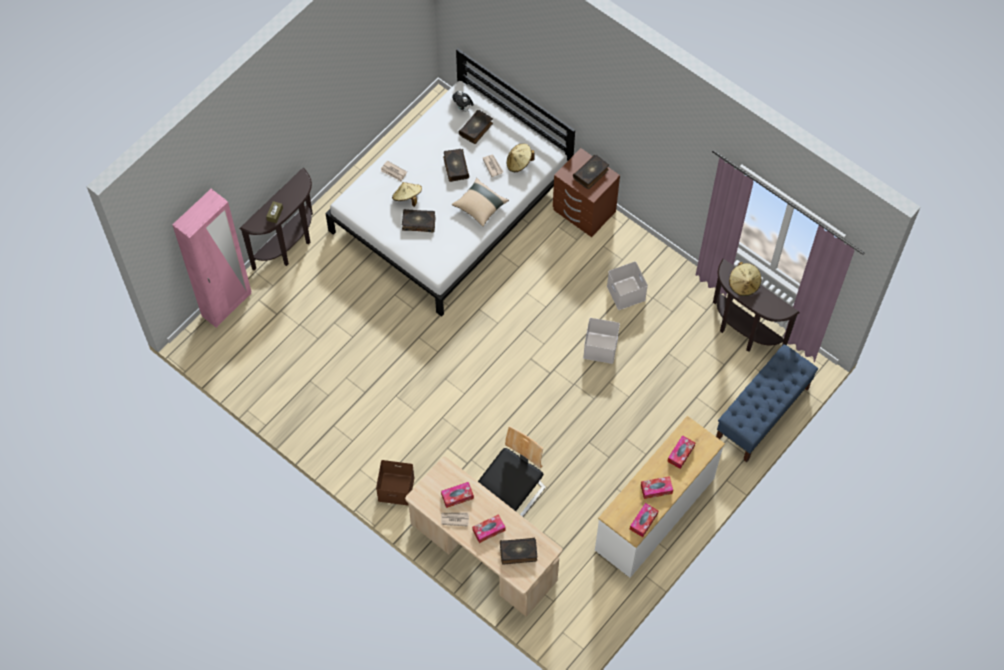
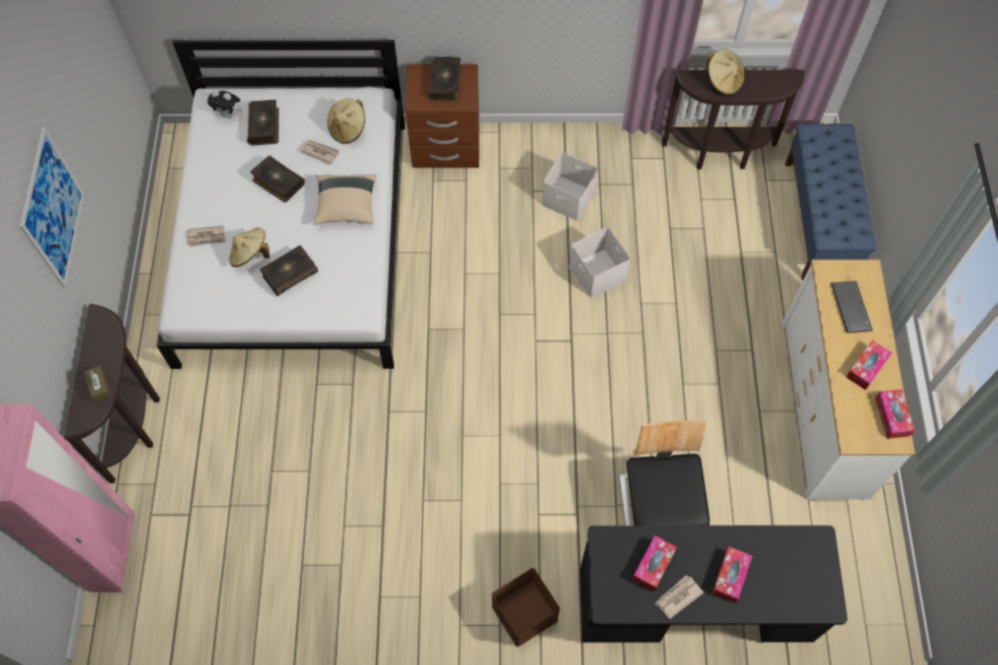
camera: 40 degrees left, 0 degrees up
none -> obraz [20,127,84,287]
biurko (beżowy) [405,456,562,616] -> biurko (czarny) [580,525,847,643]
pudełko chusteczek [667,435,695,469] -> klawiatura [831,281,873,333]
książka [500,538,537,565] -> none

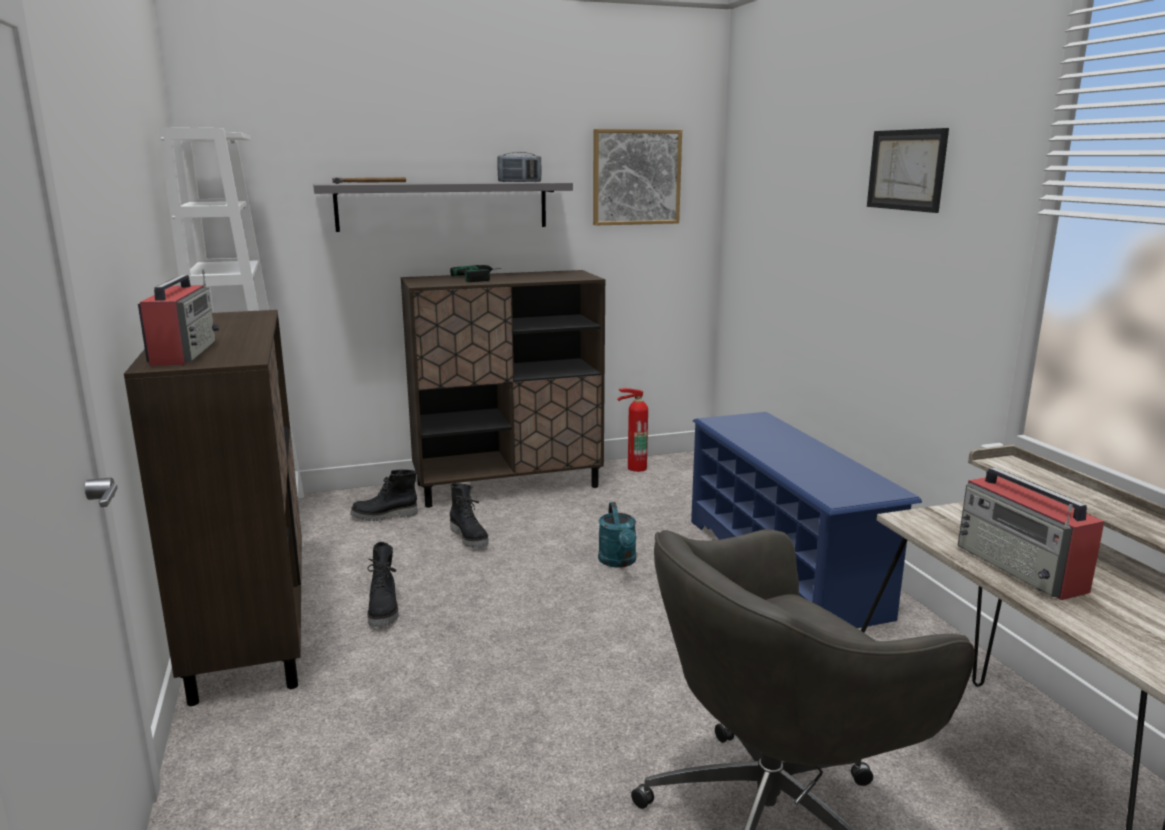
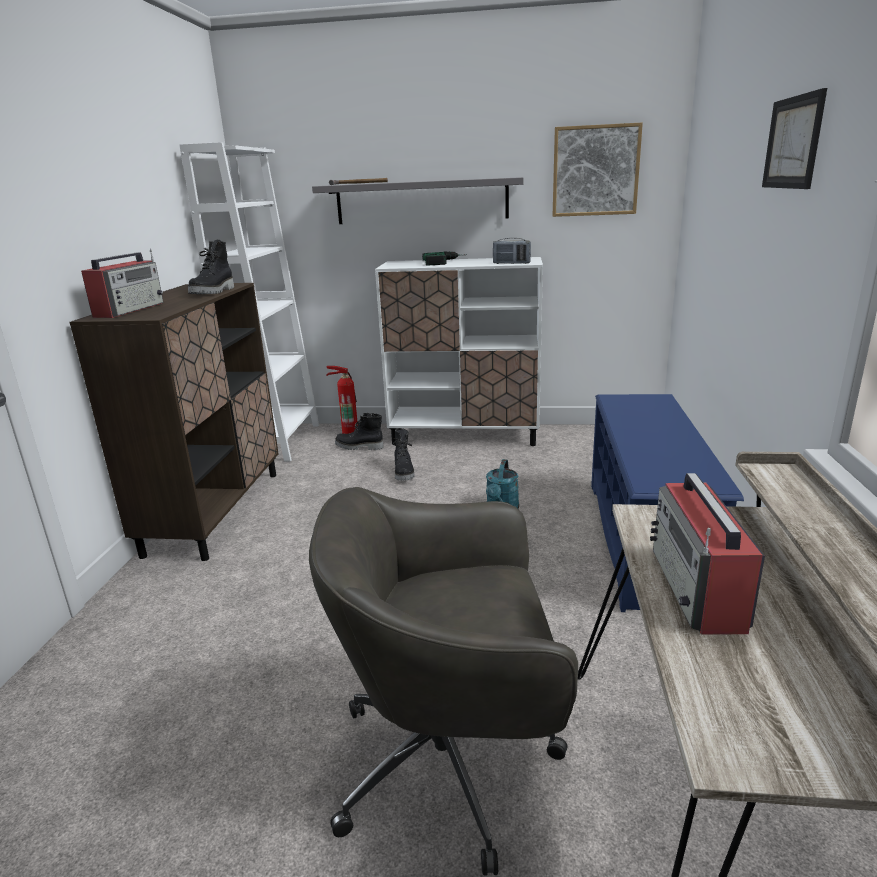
camera: 25 degrees right, 5 degrees up
but z cholewką (czarny) [367,542,399,627] -> but z cholewką (czarny) [188,240,234,294], move
gaśnica [617,388,648,472] -> gaśnica [326,366,357,434], move
szafka (brązowy) [401,270,606,508] -> szafka (biały) [375,257,543,446]
radio [498,152,541,182] -> radio [493,238,531,264], move

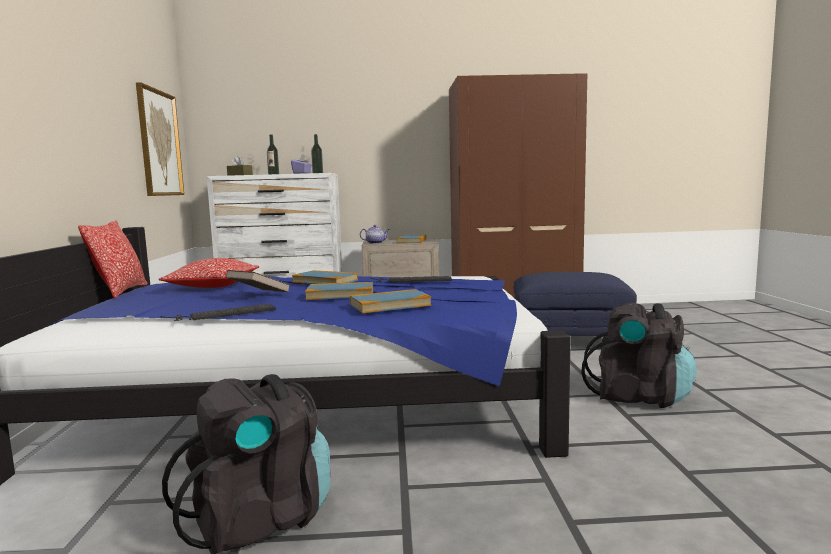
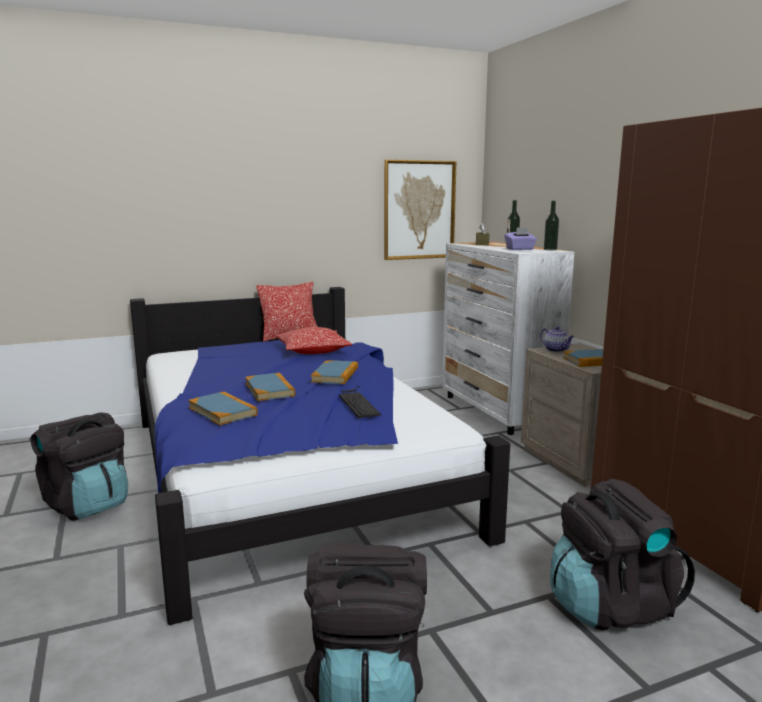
camera: 70 degrees right, 5 degrees up
pufa (niebieski) [513,272,637,336] -> plecak (czarny) [550,479,695,631]
klawiatura [160,304,276,321] -> none
książka (brązowy) [226,270,290,292] -> none

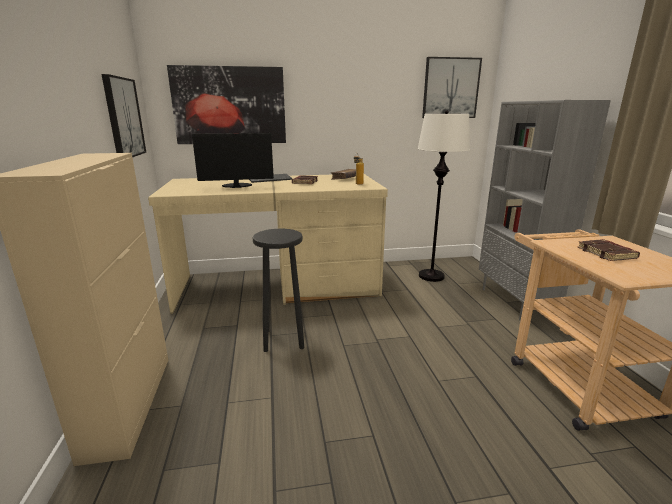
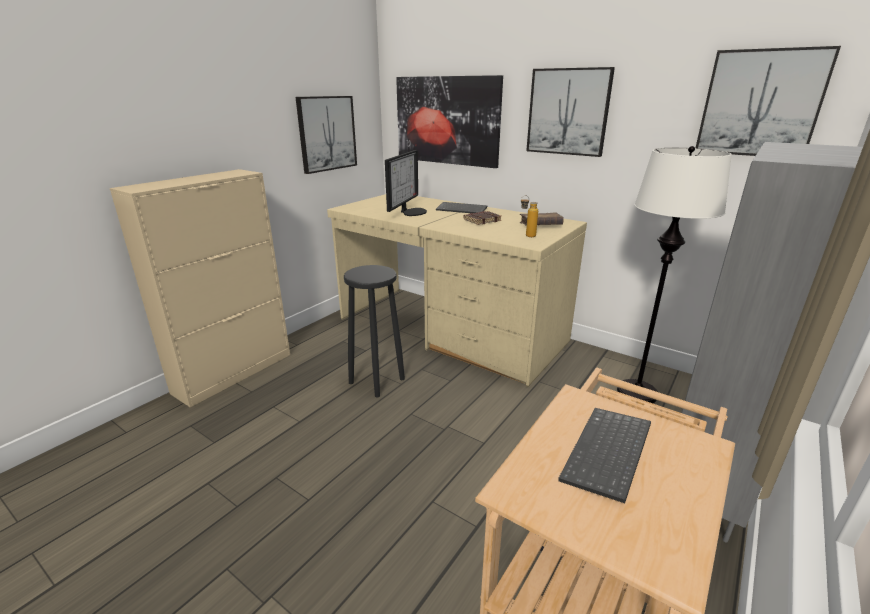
camera: 45 degrees right, 5 degrees up
monitor [192,133,274,188] -> monitor [385,150,427,216], 75 degrees clockwise
none -> obraz [526,67,615,157]
książka (brązowy) [578,239,640,261] -> klawiatura [558,408,651,503]

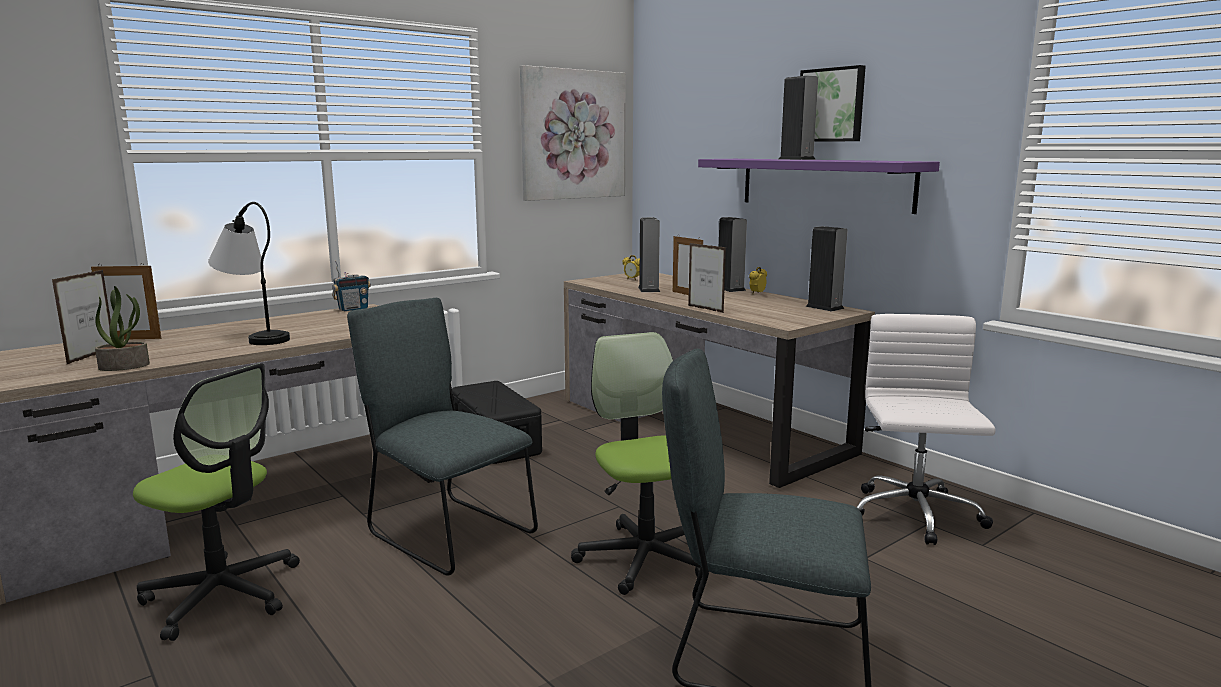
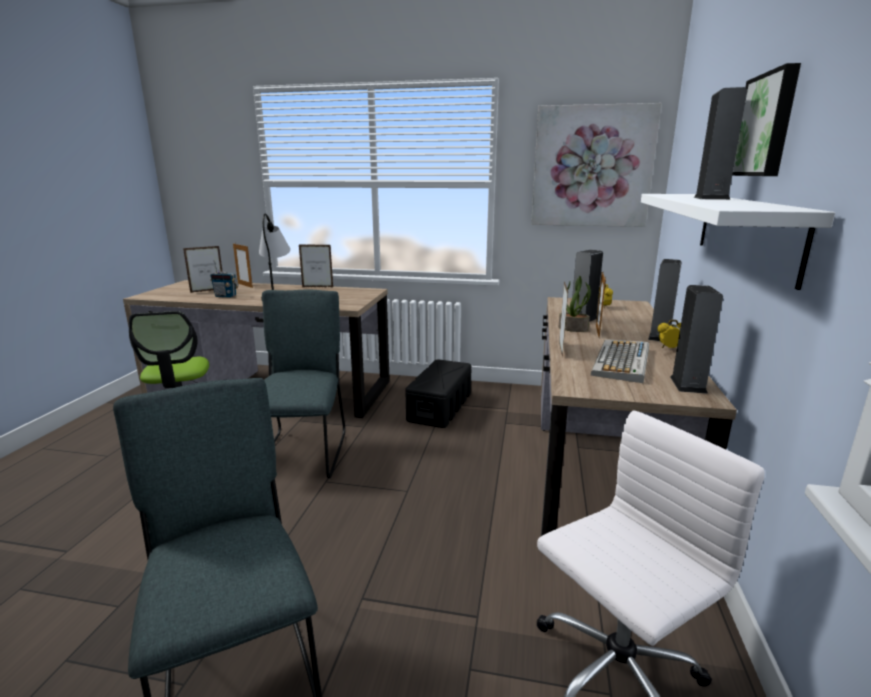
camera: 50 degrees right, 5 degrees up
radio [332,260,371,311] -> radio [210,260,239,298], move
none -> ramka na zdjęcie [299,245,333,287]
roślina doniczkowa [95,286,150,371] -> roślina doniczkowa [558,276,591,332], move
none -> klawiatura [591,339,649,383]
półka (fioletowy) [698,159,940,214] -> półka (biały) [641,194,835,290]
krzesło biurowe [571,332,709,595] -> none

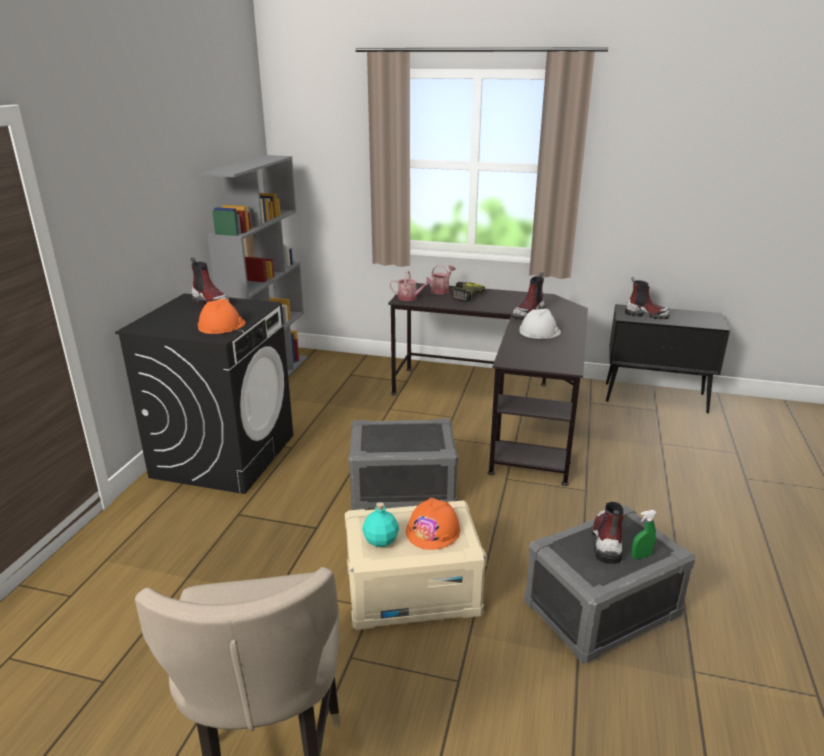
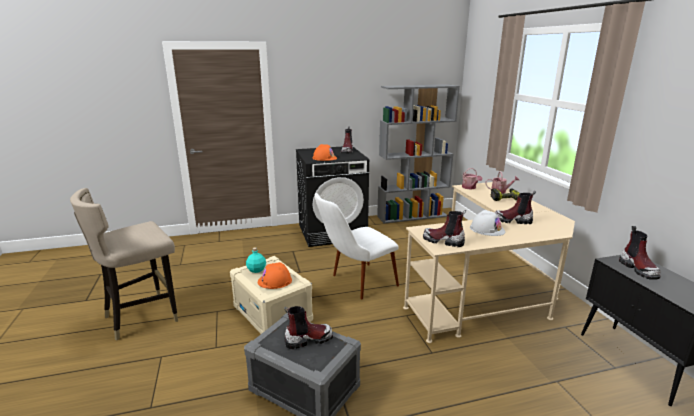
camera: 60 degrees right, 5 degrees down
pojemnik do przechowywania (szary) [349,419,458,510] -> krzesło (biały) [315,193,399,300]
biurko (czarny) [388,283,588,486] -> biurko (beżowy) [403,182,575,343]
none -> but z cholewką [423,210,467,247]
spryskiwacz (zielony) [631,510,657,559] -> none

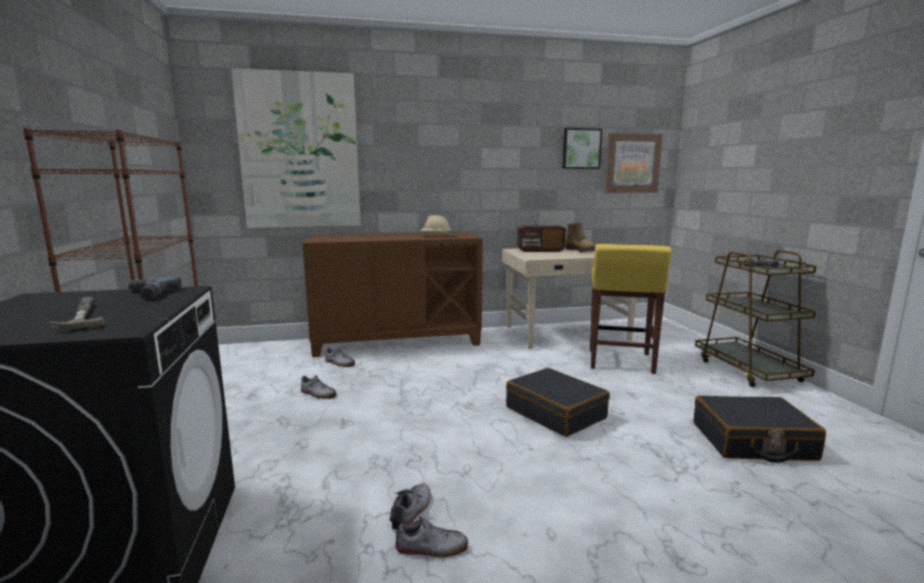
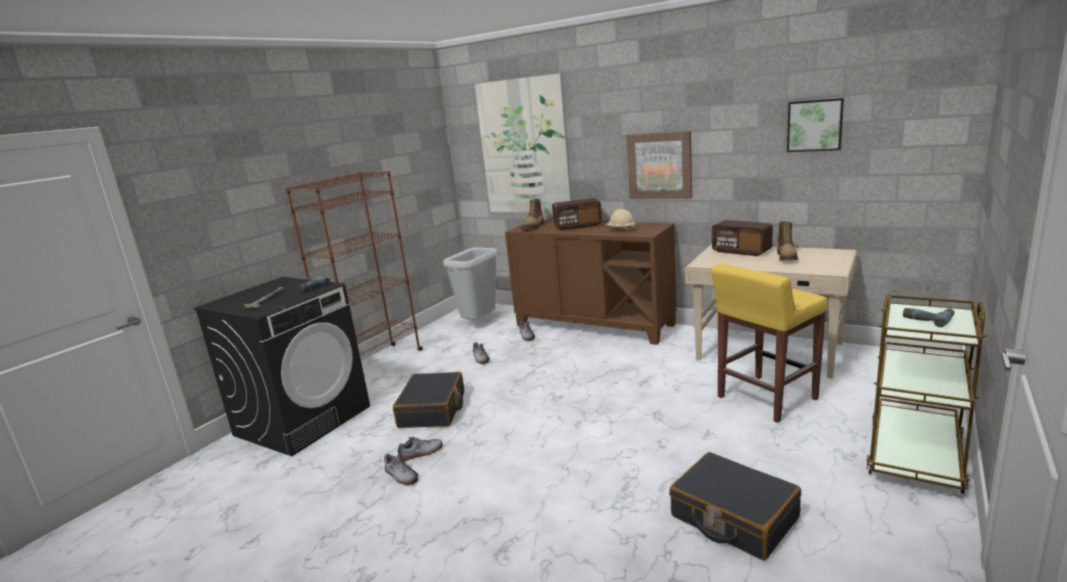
camera: 45 degrees right, 5 degrees up
walizka (czarny) [506,368,610,437] -> walizka (czarny) [393,372,464,428], move
none -> kosz na śmieci (szary) [443,247,498,320]
none -> but z cholewką [521,199,544,229]
none -> radio [552,198,602,230]
obraz [604,133,663,193] -> obraz [627,131,692,199], move

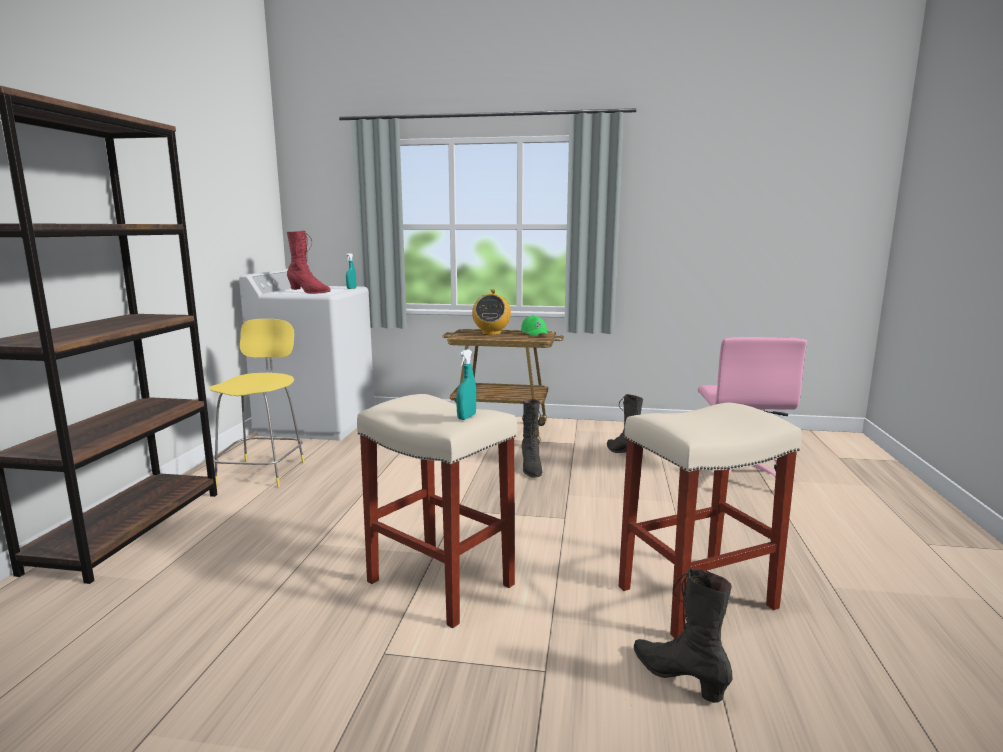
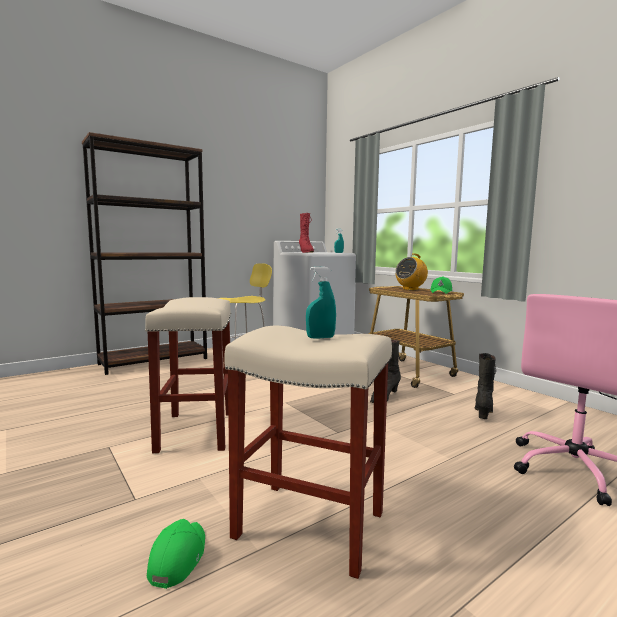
camera: 45 degrees right, 5 degrees down
but z cholewką (czarny) [634,568,732,703] -> czapka z daszkiem (zielony) [147,519,205,589]
spryskiwacz (turkusowy) [456,349,476,420] -> spryskiwacz (turkusowy) [306,267,336,339], move

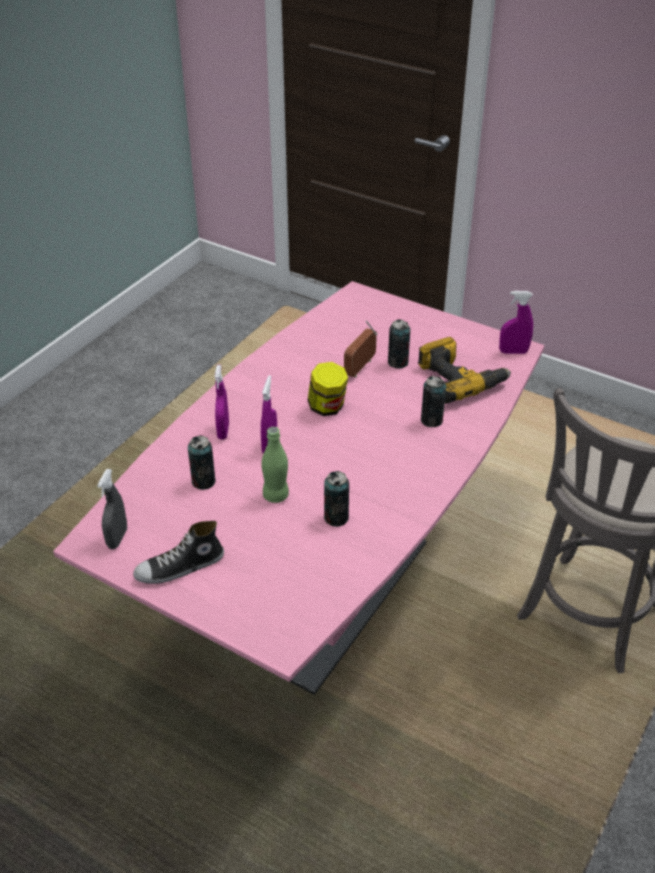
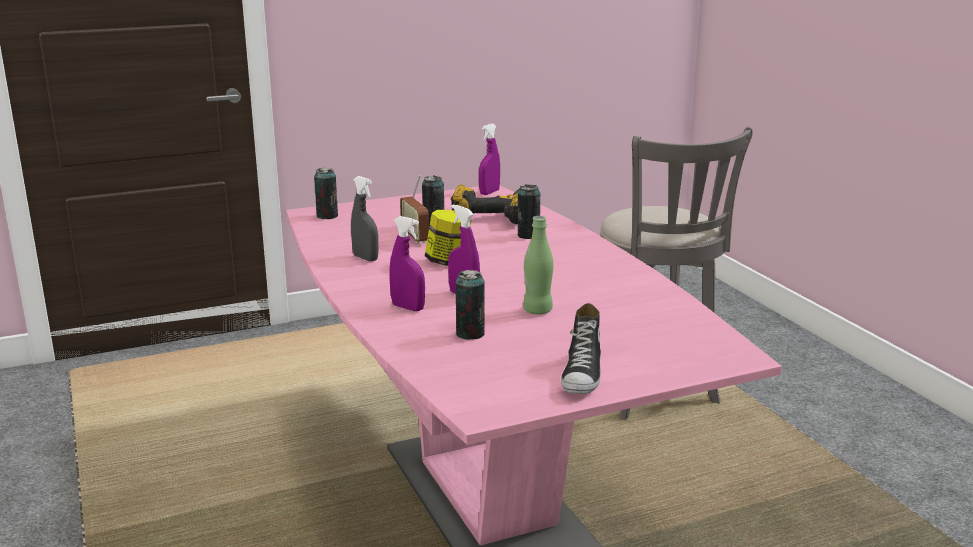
camera: 55 degrees left, 20 degrees down
puszka [324,471,349,526] -> puszka [314,168,338,219], move
spryskiwacz (szary) [97,469,127,549] -> spryskiwacz (szary) [351,176,379,262], move

